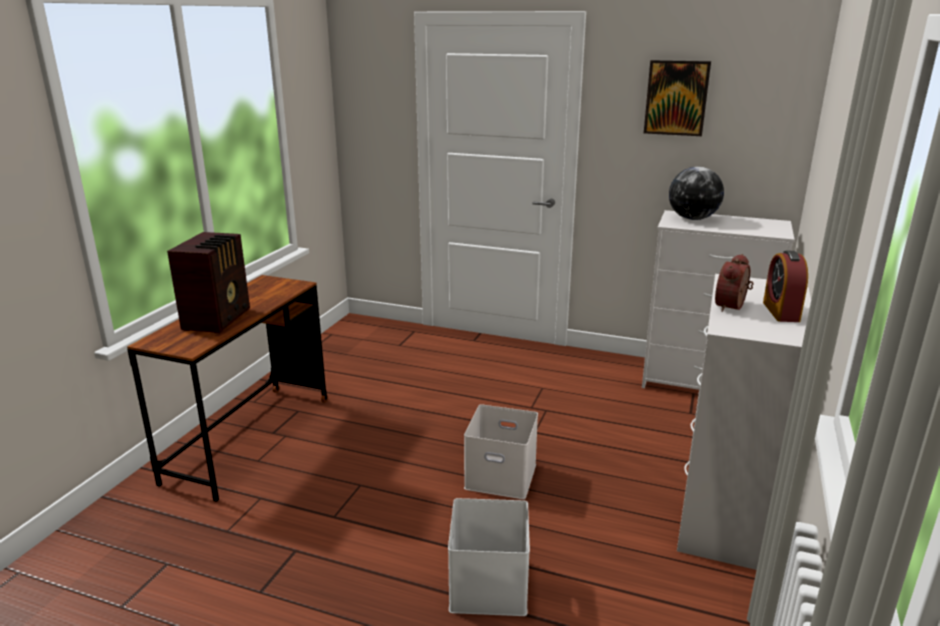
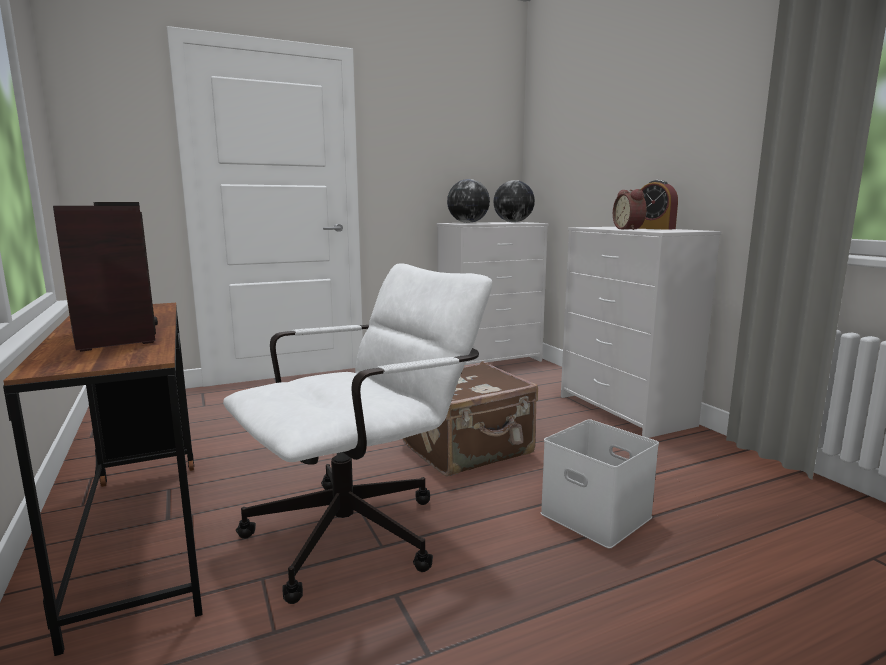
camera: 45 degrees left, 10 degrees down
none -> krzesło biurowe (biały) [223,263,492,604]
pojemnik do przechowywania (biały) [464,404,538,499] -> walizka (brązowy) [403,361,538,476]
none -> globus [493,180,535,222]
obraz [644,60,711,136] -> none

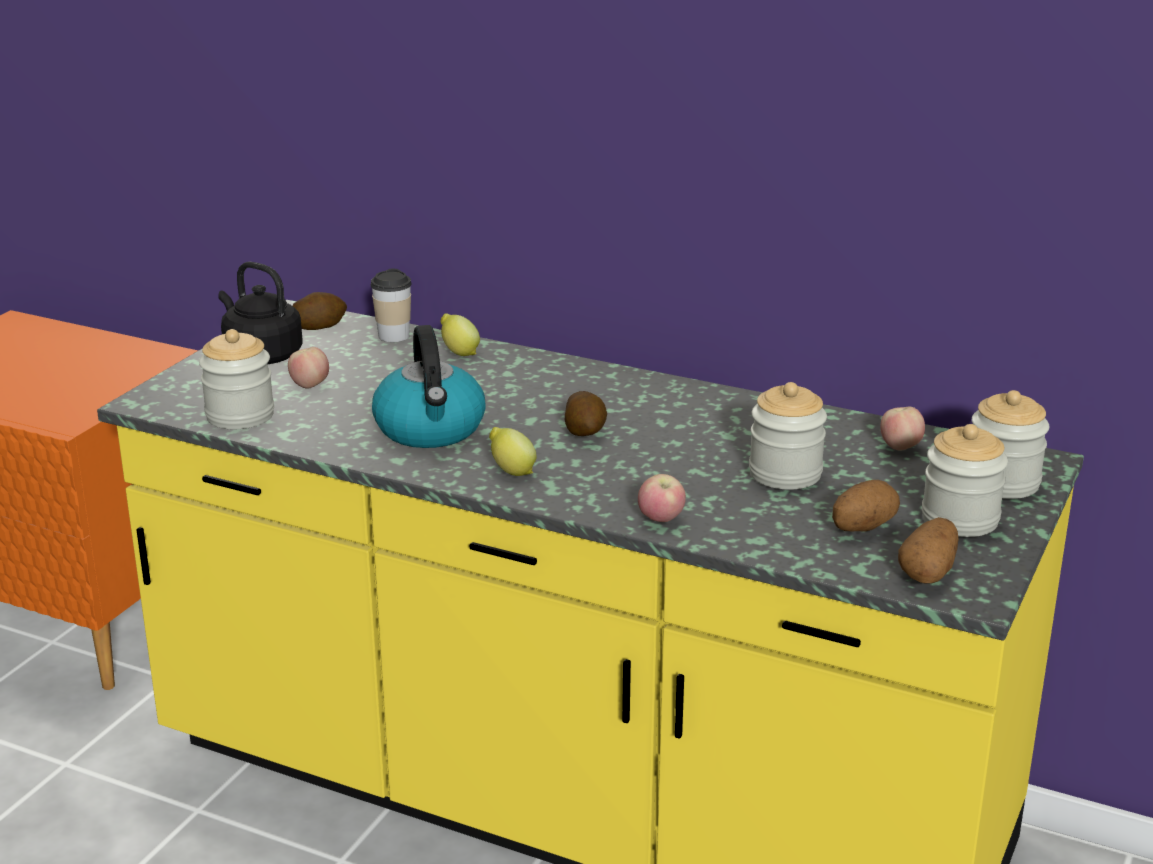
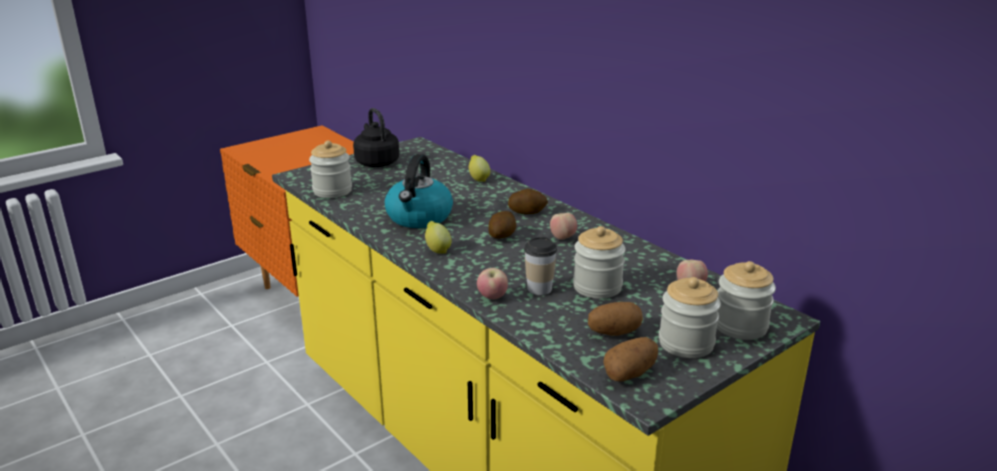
camera: 25 degrees right, 0 degrees up
ziemniak [292,292,347,330] -> ziemniak [508,189,548,214], move
filiżanka [371,269,412,342] -> filiżanka [524,236,557,295], move
jabłko [288,347,329,388] -> jabłko [550,213,577,240], move

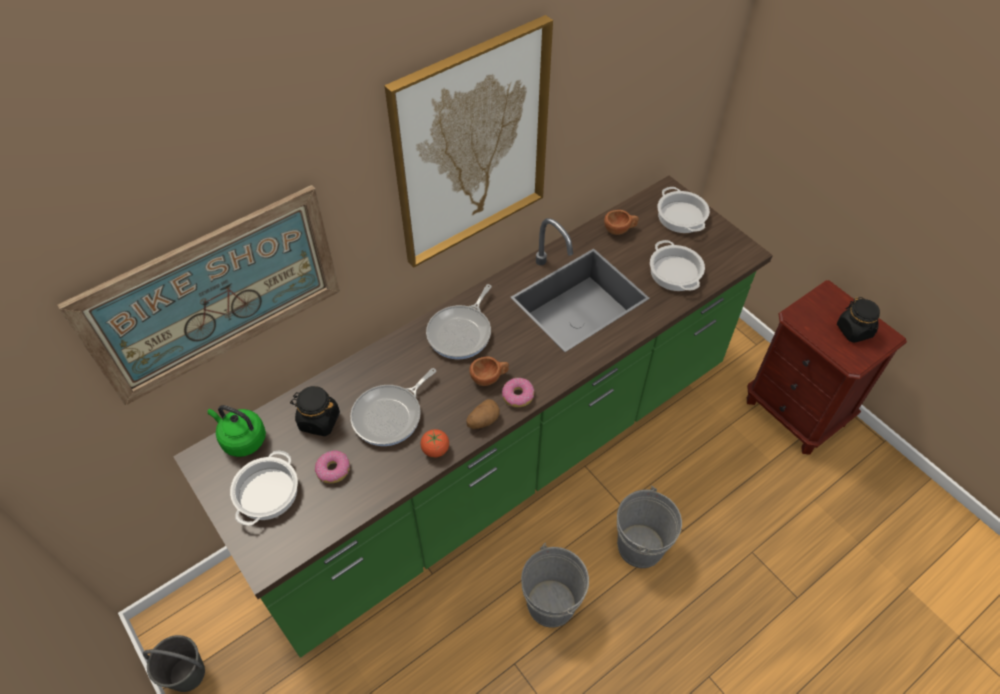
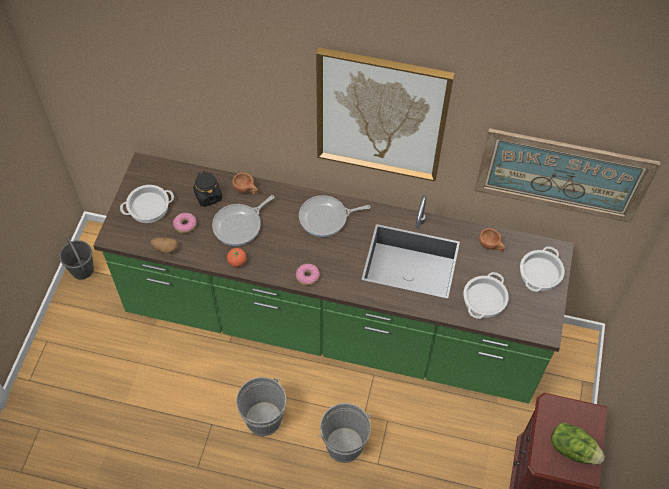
camera: 50 degrees right, 5 degrees up
ziemniak [467,399,500,429] -> ziemniak [151,238,178,254], move
patelnia [350,368,436,446] -> patelnia [212,195,274,246], 45 degrees counterclockwise
filiżanka (brązowy) [469,356,509,386] -> filiżanka (brązowy) [232,173,258,194], move
obraz [57,185,340,405] -> obraz [474,129,660,223], move
słoik (czarny) [837,297,880,343] -> sałata [551,423,605,465]
czajnik (zielony) [208,405,266,457] -> none

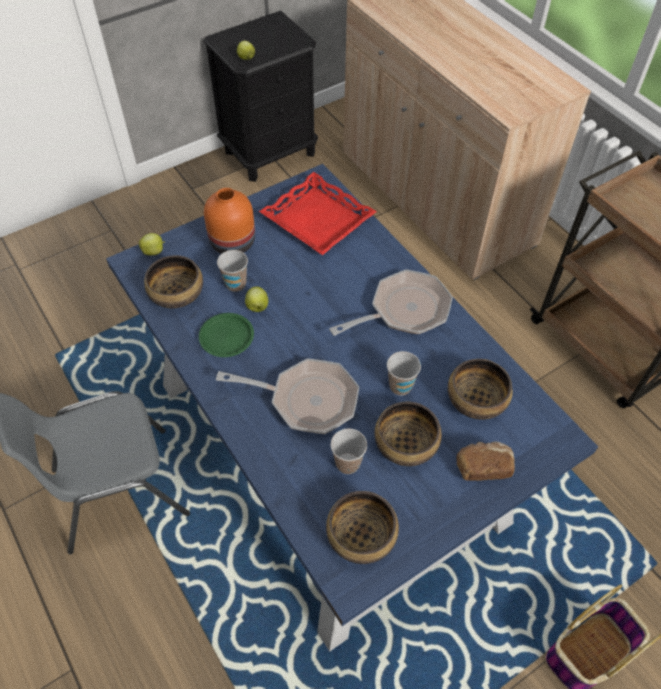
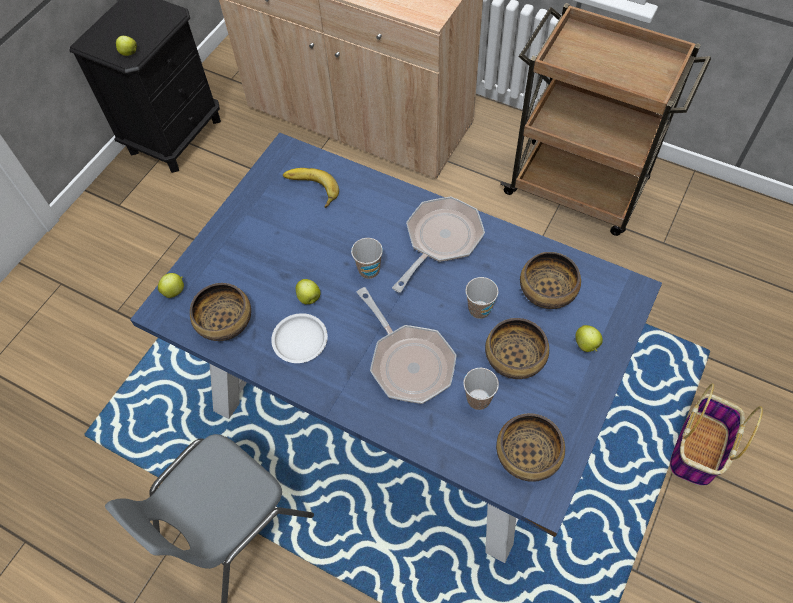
camera: 25 degrees left, 5 degrees up
talerz (zielony) [199,313,254,357] -> talerz (biały) [271,313,328,363]
taca (czerwony) [259,172,377,255] -> banan [283,168,339,208]
filiżanka [217,250,248,292] -> filiżanka [351,238,383,279], move
patelnia [216,358,359,434] -> patelnia [356,287,457,404], 75 degrees clockwise
chleb [457,441,515,481] -> jabłko [575,325,603,352]
wazon (pomarańczowy) [204,188,255,254] -> none

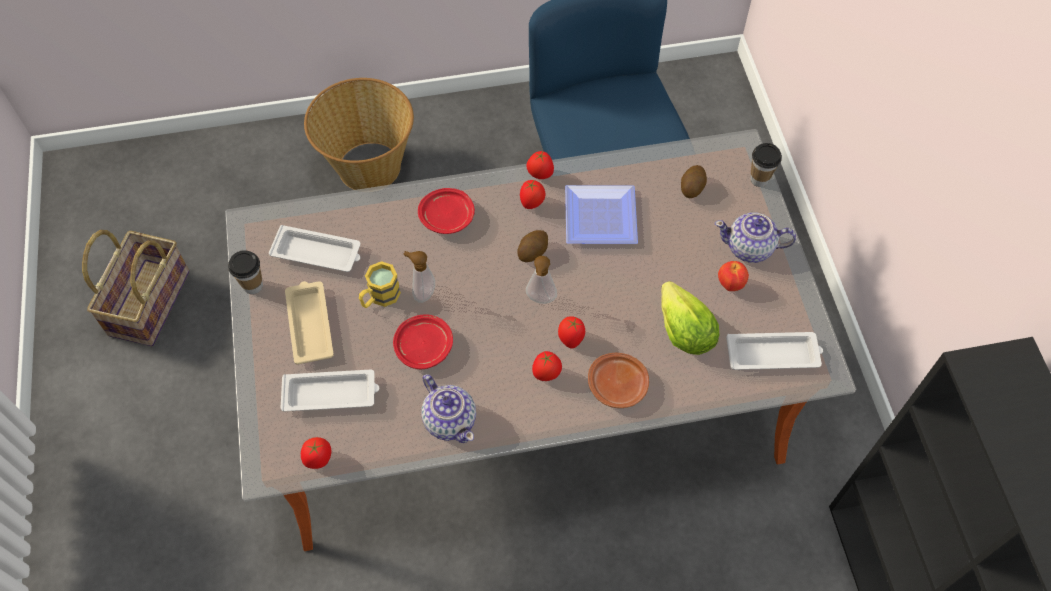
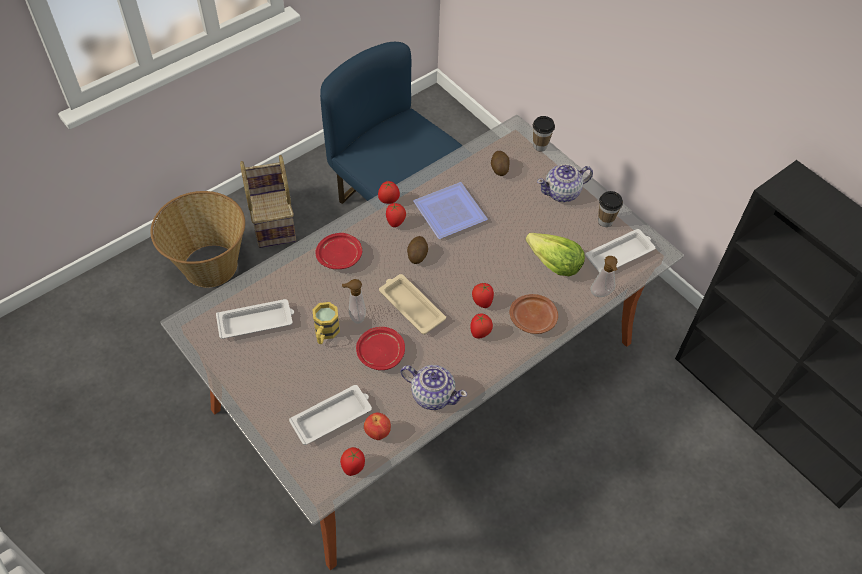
camera: 30 degrees left, 5 degrees down
koszyk [82,230,189,346] -> koszyk [240,155,296,248], move
jabłko [718,261,749,291] -> jabłko [364,412,391,440], move
taca (beżowy) [285,281,334,365] -> taca (beżowy) [379,274,446,334], move
dozownik mydła [526,256,557,304] -> dozownik mydła [590,256,618,297], move
filiżanka [228,250,263,294] -> filiżanka [598,191,623,227], move

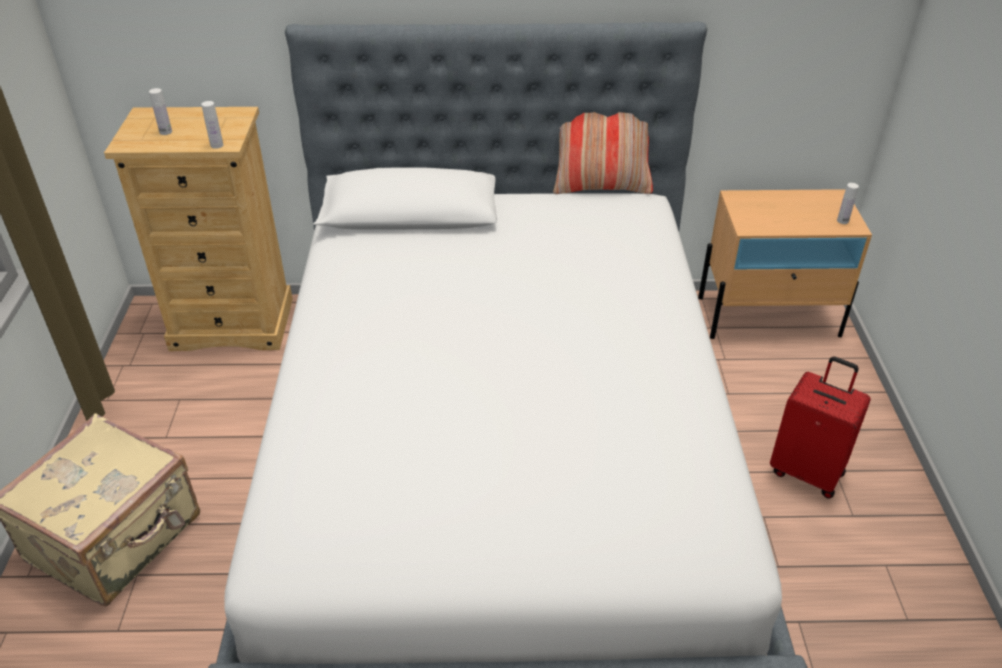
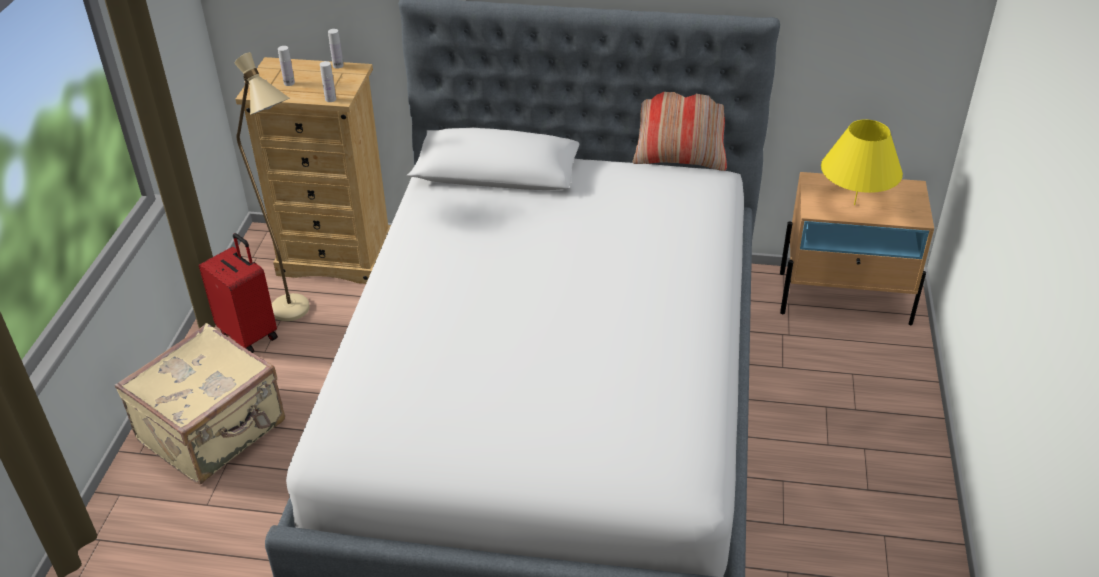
camera: 10 degrees right, 0 degrees up
walizka (czerwony) [770,356,871,499] -> walizka (czerwony) [199,233,278,353], move
none -> lampa stojąca (beżowy) [235,52,310,321]
butelka (biały) [837,183,859,224] -> butelka (biały) [328,29,344,69], move
none -> lampa stołowa (żółty) [821,119,903,205]

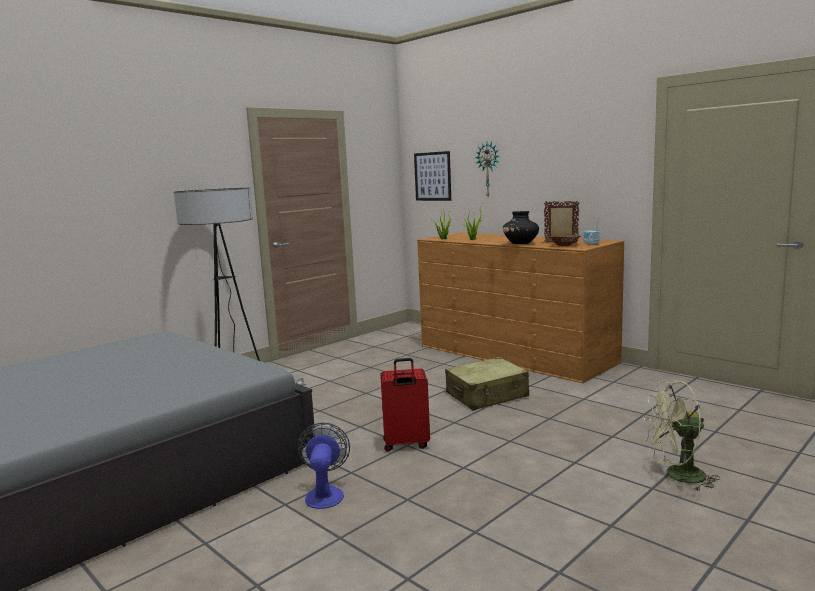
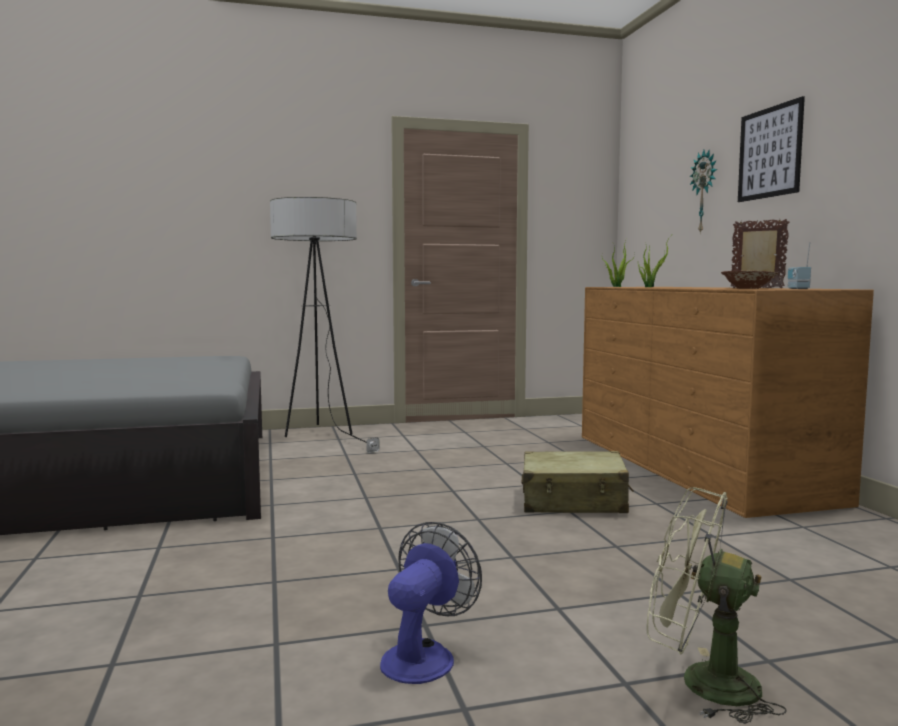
camera: 30 degrees right, 5 degrees down
wentylator [298,423,350,509] -> wentylator [380,522,482,684], move
obraz [414,151,451,201] -> obraz [738,96,805,202], move
walizka (czerwony) [380,358,430,452] -> none
wazon (czarny) [503,211,539,244] -> none

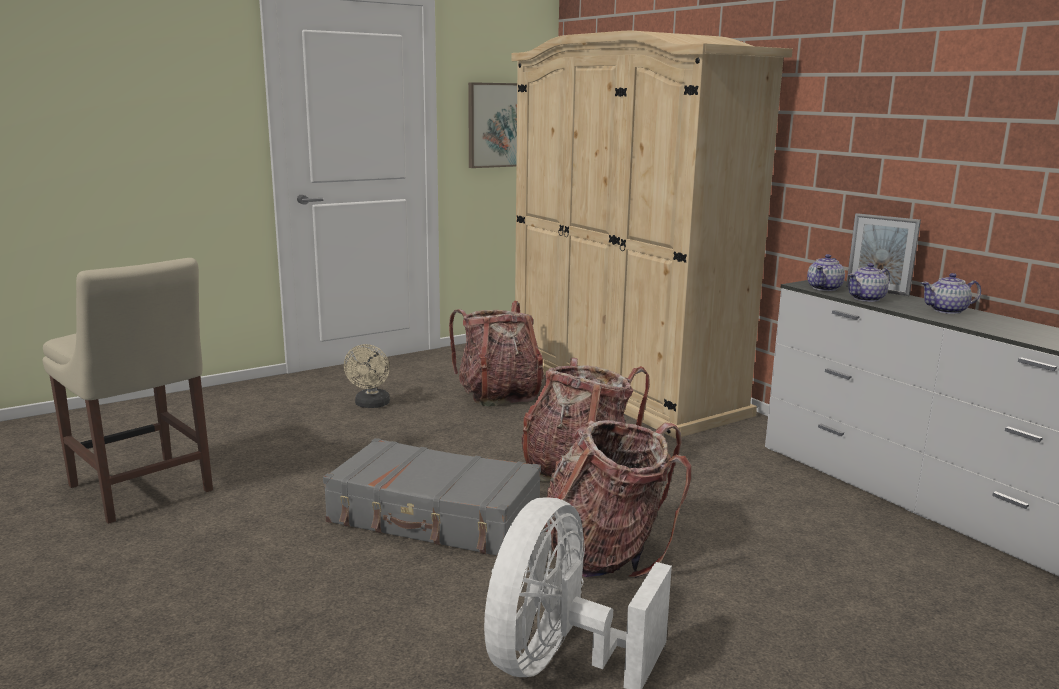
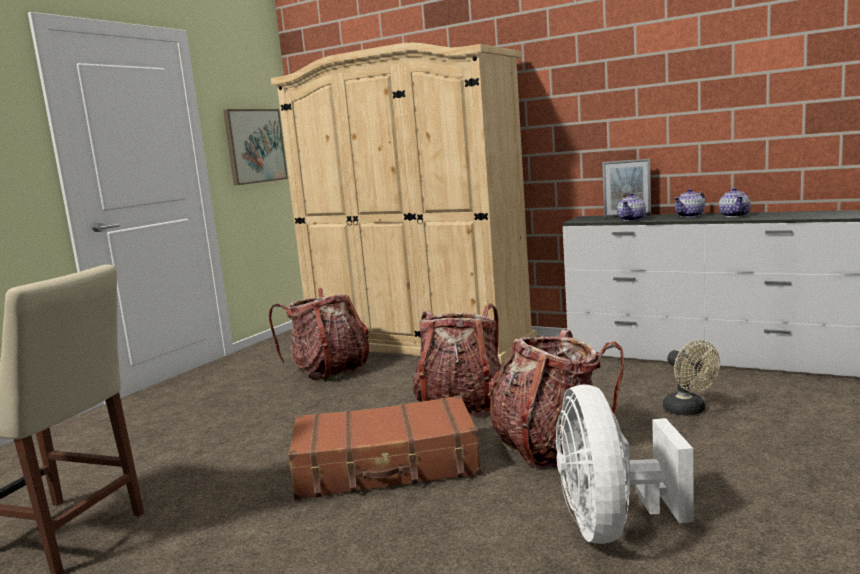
camera: 25 degrees left, 5 degrees down
walizka (szary) [323,438,541,556] -> walizka (brązowy) [288,395,481,500]
wentylator (beżowy) [344,344,390,408] -> wentylator (beżowy) [663,340,720,415], move
imbryk [807,254,845,291] -> imbryk [719,187,751,217], move

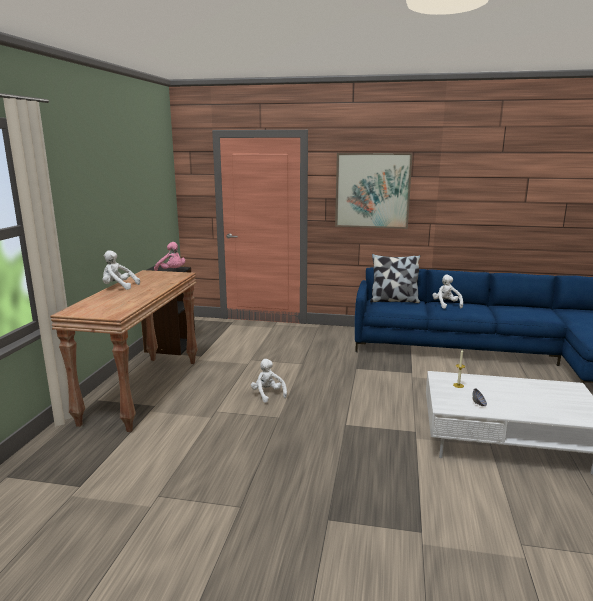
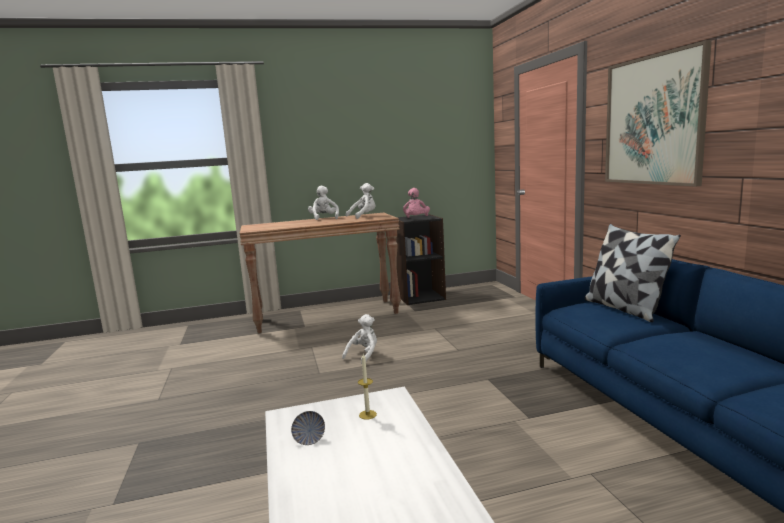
camera: 65 degrees right, 5 degrees down
pluszak (biały) [432,274,463,309] -> pluszak (biały) [346,183,375,219], move

